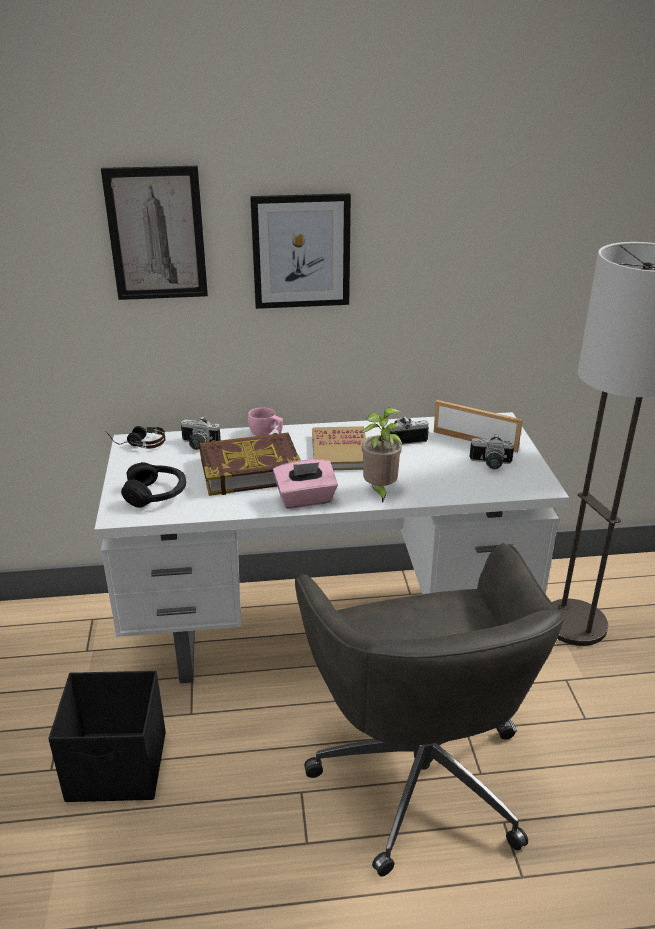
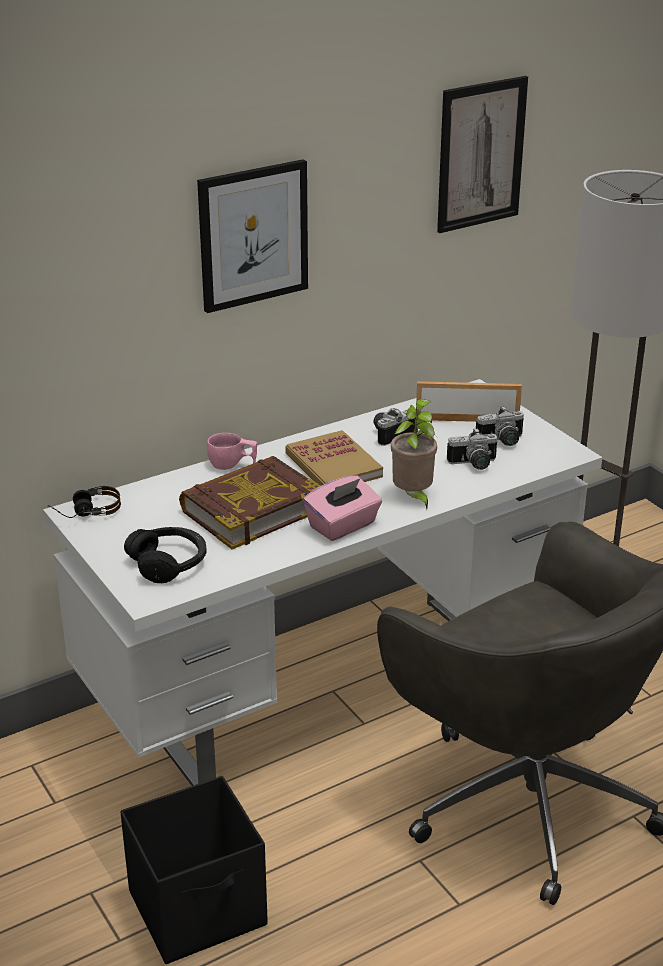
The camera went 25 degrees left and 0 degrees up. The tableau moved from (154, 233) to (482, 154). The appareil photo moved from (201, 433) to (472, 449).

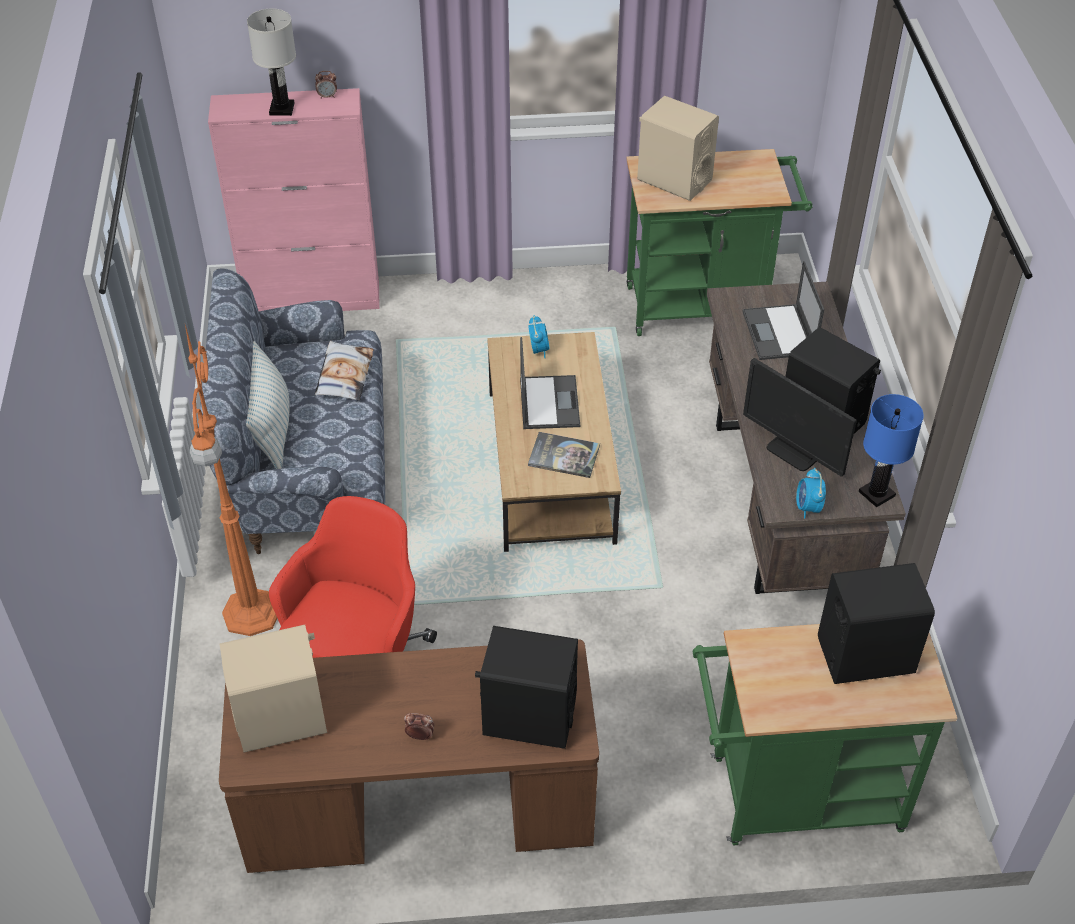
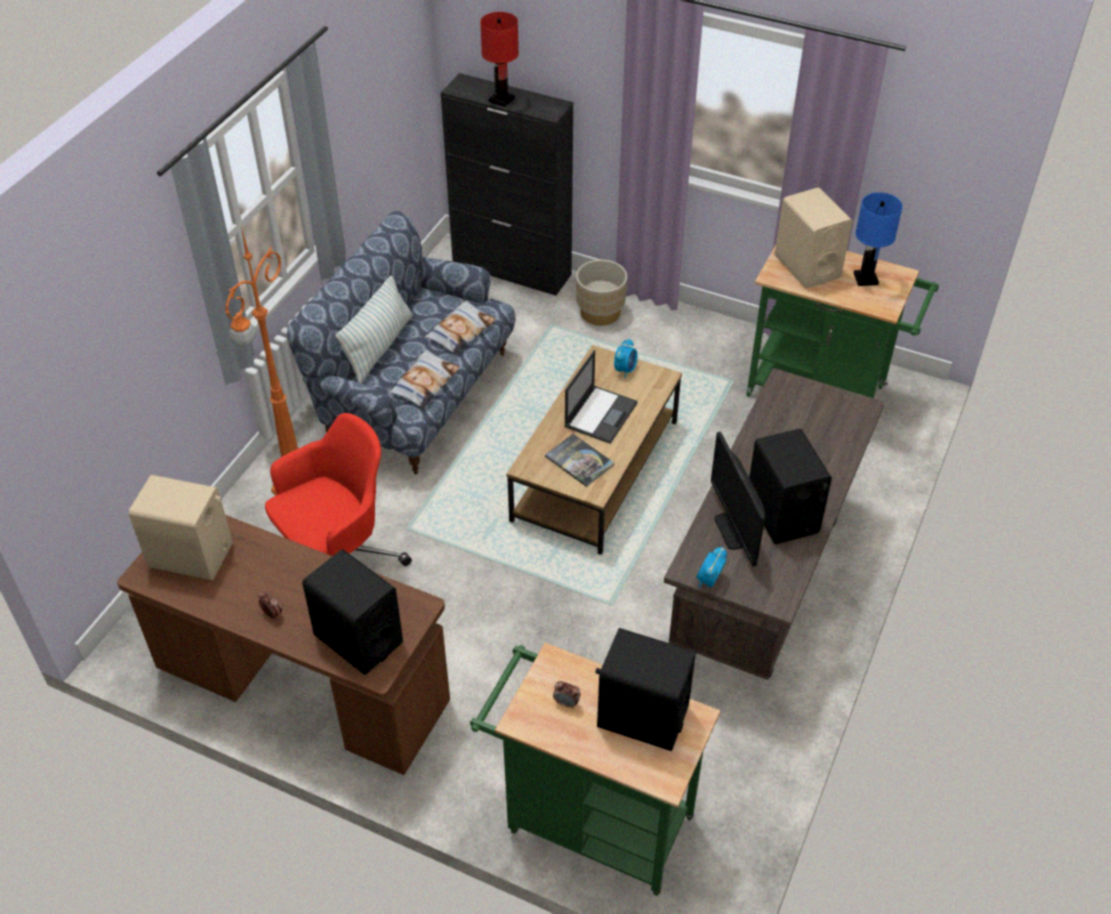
The camera went 30 degrees right and 0 degrees up. The coussin at (424, 379) appeared. The meuble de rangement/rose at (294, 199) became the meuble de rangement/noir at (507, 184). The lampe de table/blanc at (271, 62) became the lampe de table/rouge at (499, 59). The réveil moved from (326, 84) to (566, 695). The cache-pot/beige at (601, 293) appeared. The lampe de table/bleu moved from (891, 450) to (878, 239). The ordinateur portable at (783, 310) disappeared.

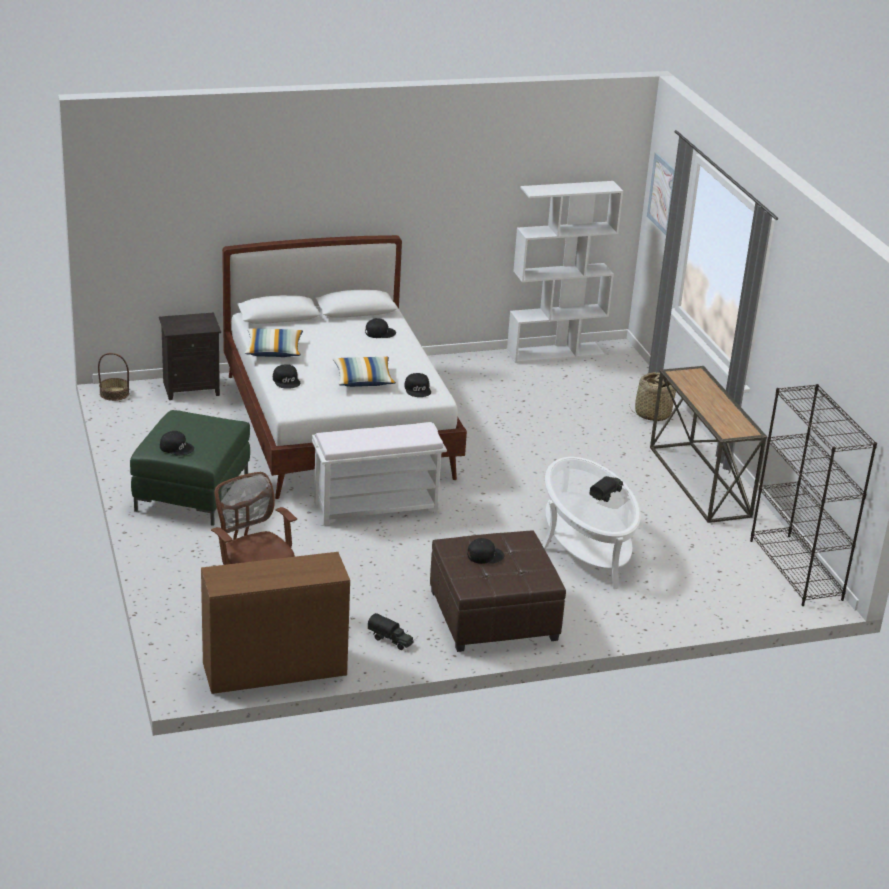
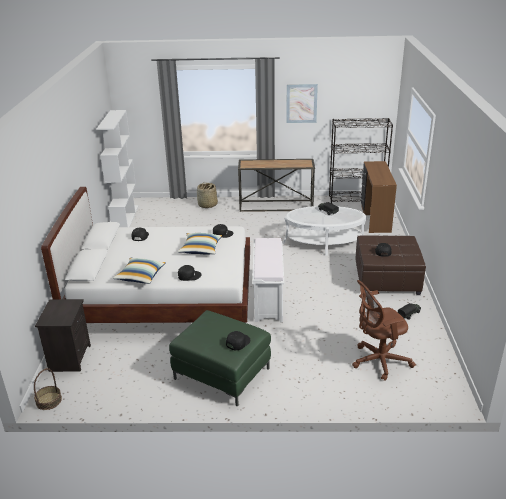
The camera went 70 degrees left and 0 degrees up. The tableau moved from (661, 193) to (302, 103). The bureau/marron moved from (275, 623) to (379, 197).

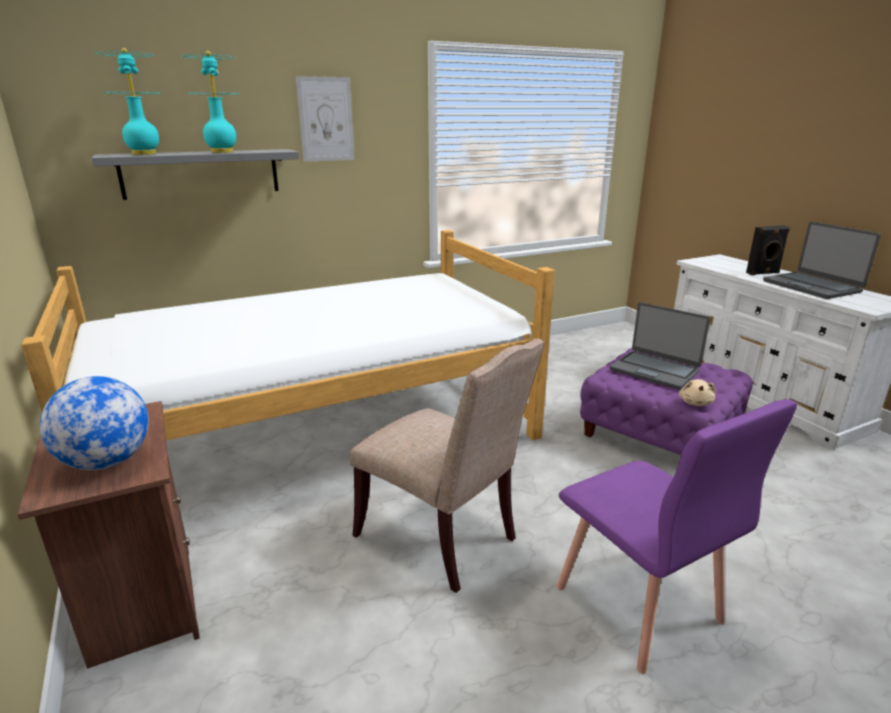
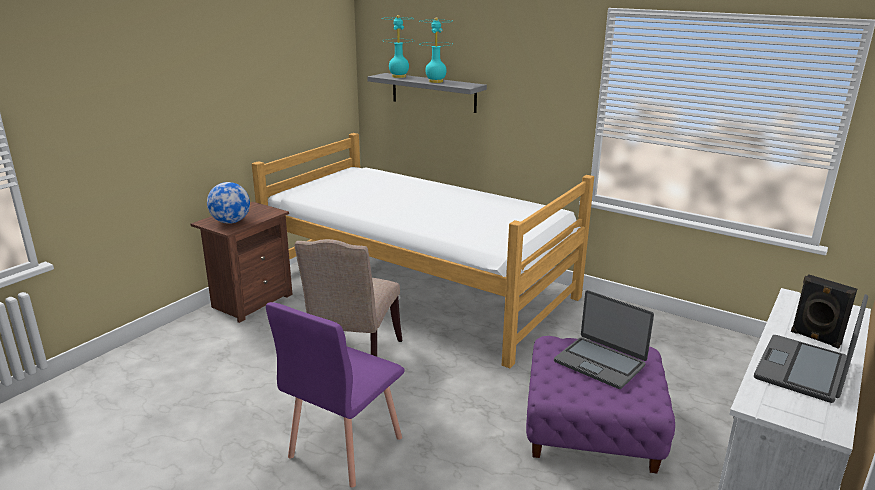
The camera went 60 degrees right and 0 degrees up. The ordinateur portable at (660, 346) turned 60 degrees counterclockwise. The tableau at (325, 119) disappeared. The peluche/beige at (697, 392) disappeared.

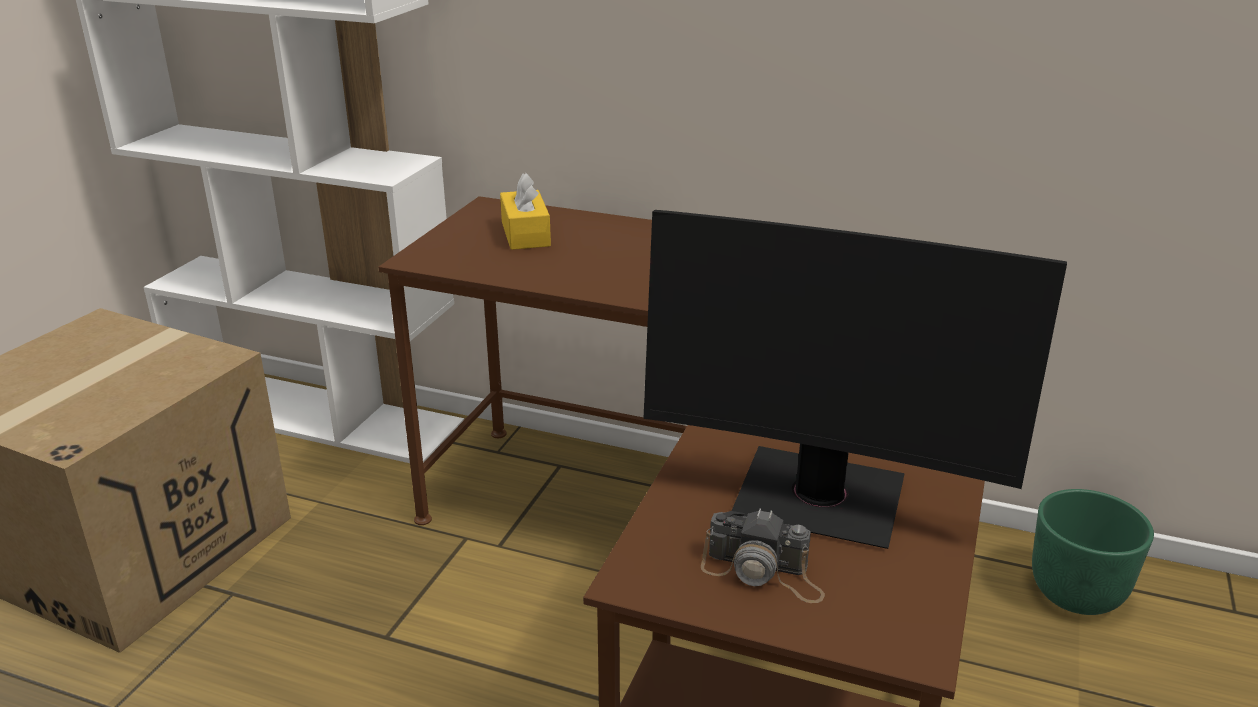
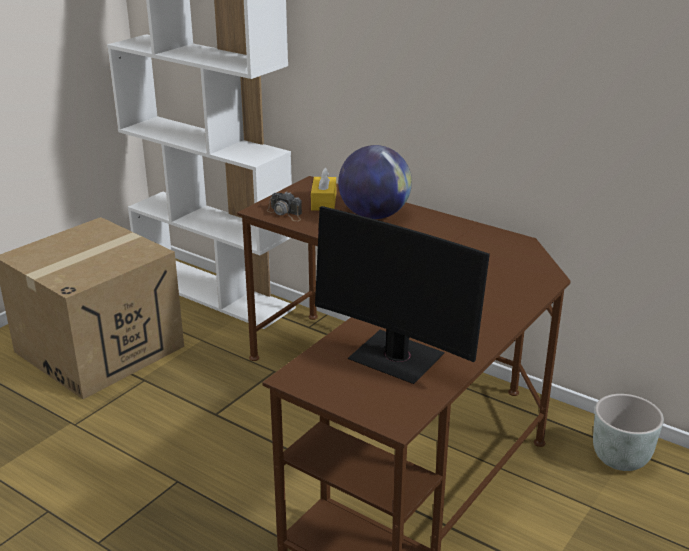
The camera went 15 degrees right and 0 degrees up. The appareil photo moved from (763, 555) to (284, 206). The globe at (375, 182) appeared. The cache-pot/vert at (1093, 552) became the cache-pot/gris at (628, 432).

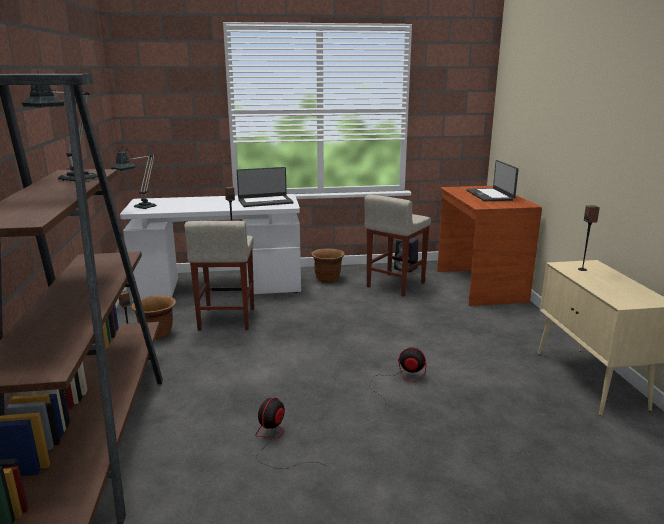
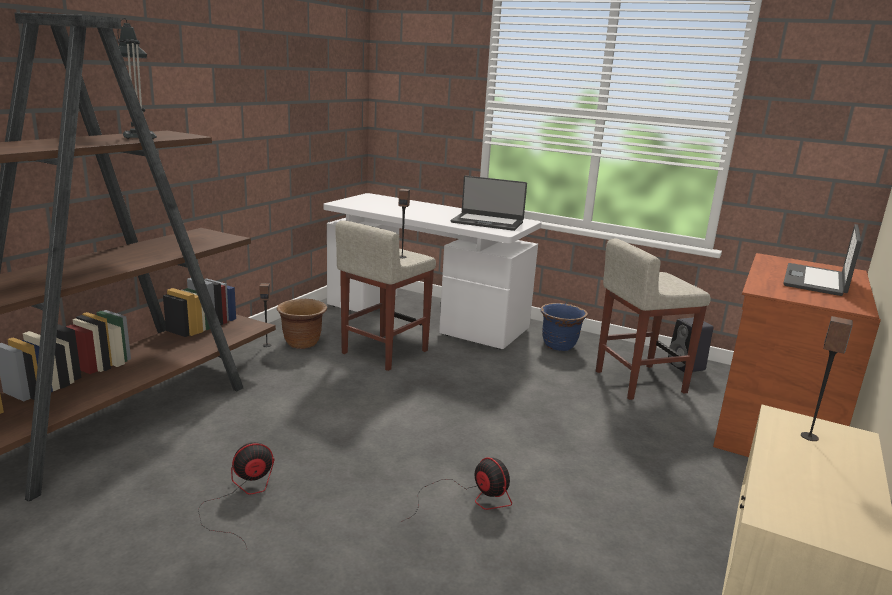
The camera went 35 degrees right and 0 degrees up. The cache-pot/marron at (327, 265) became the cache-pot/bleu at (564, 327). The lampe de table at (134, 178) disappeared.

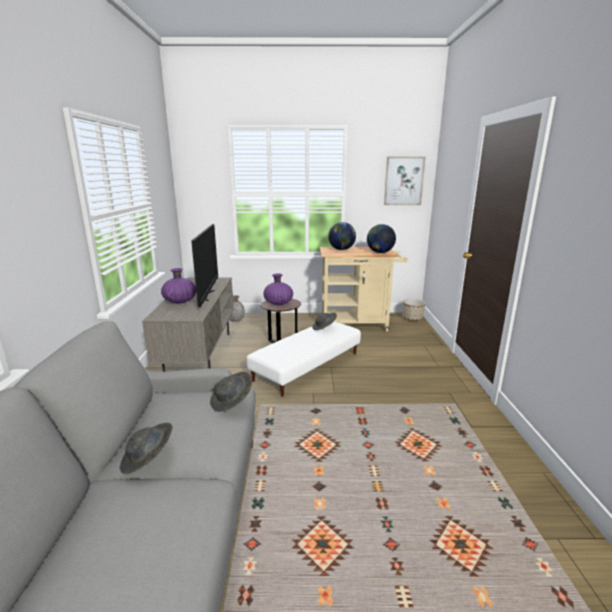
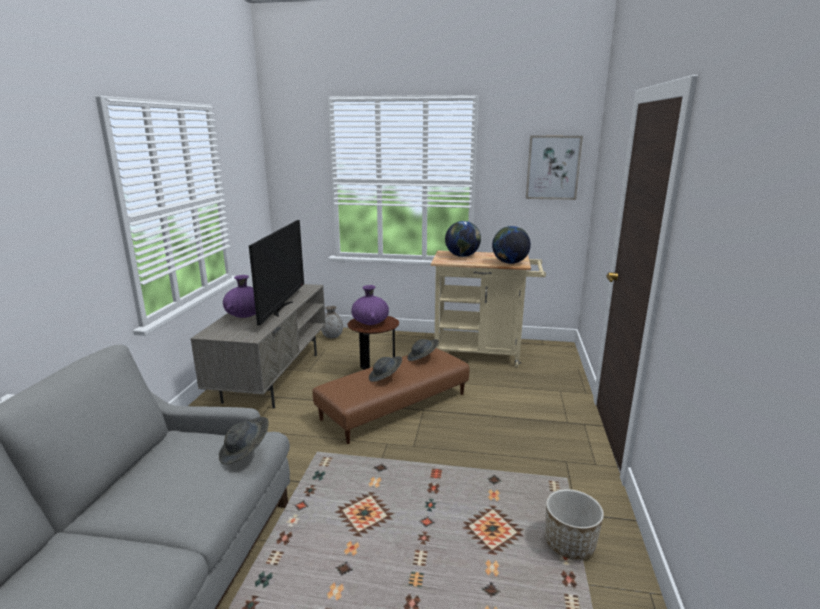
The camera went 10 degrees right and 0 degrees up. The pouf/blanc at (304, 359) became the pouf/marron at (390, 396). The chapeau/gris moved from (146, 448) to (385, 369). The cache-pot moved from (414, 310) to (574, 524).

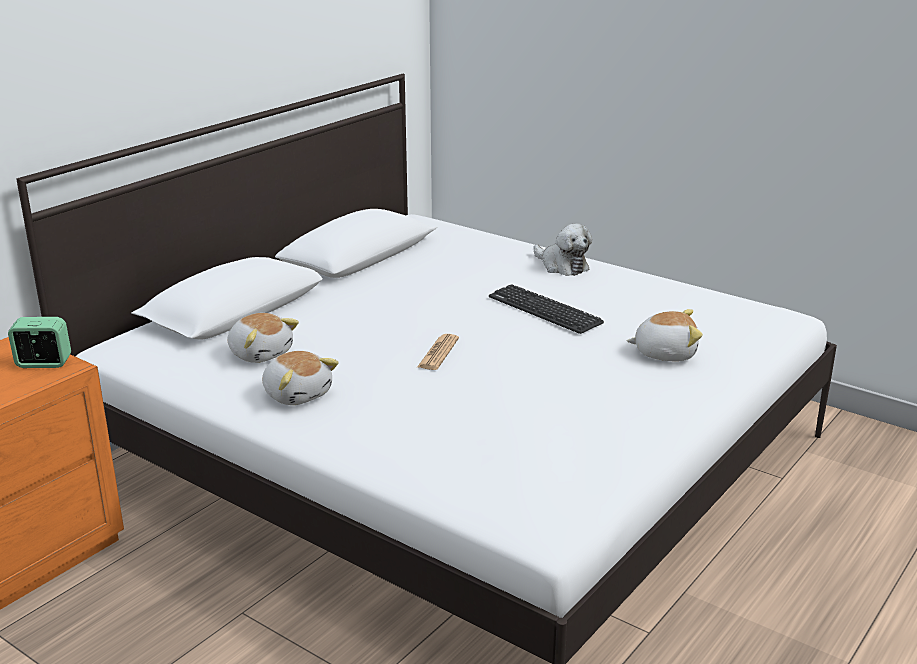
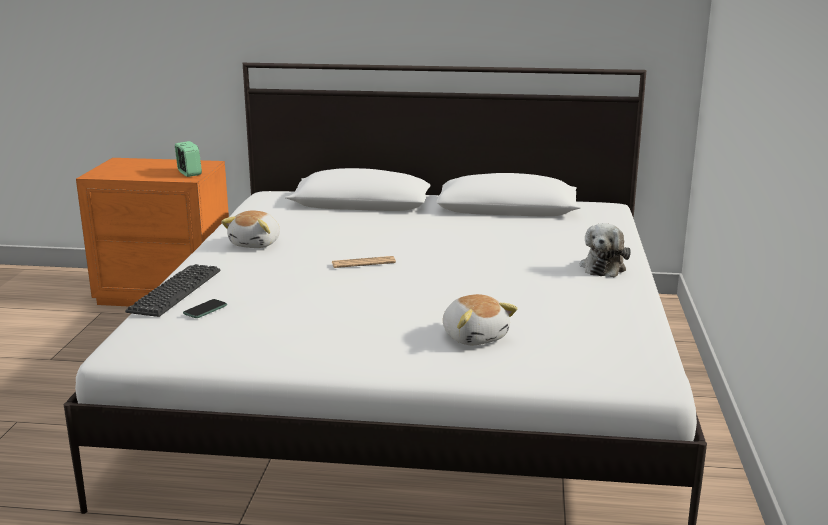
The camera went 60 degrees right and 5 degrees down. The clavier moved from (546, 309) to (173, 290). The téléphone at (205, 308) appeared. The peluche at (263, 338) disappeared.

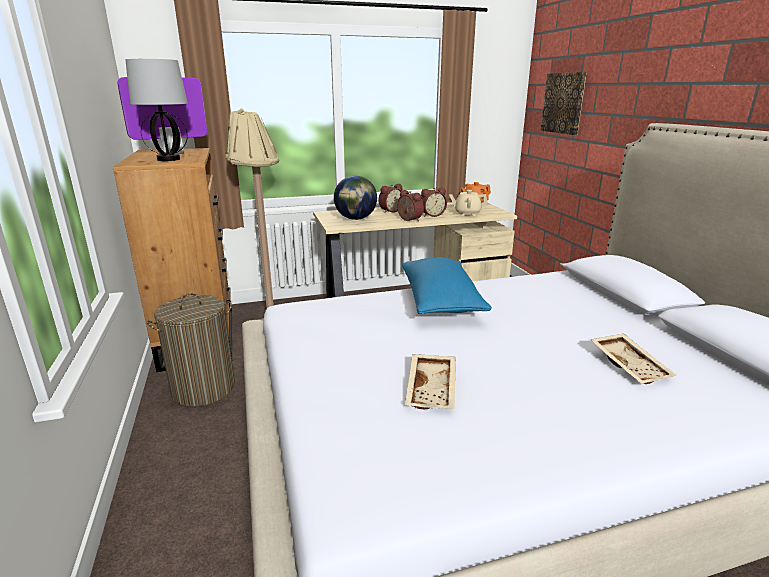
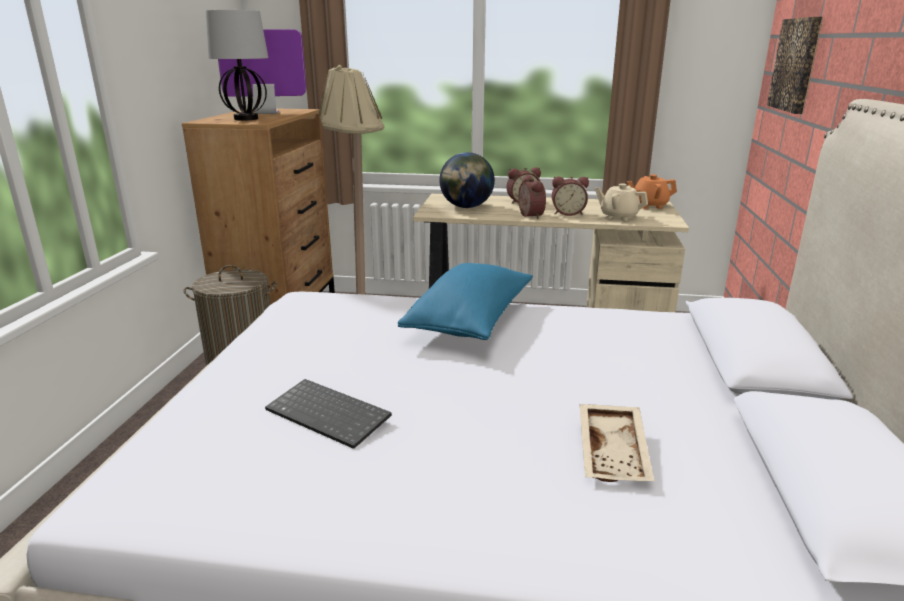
The camera went 25 degrees right and 0 degrees up. The plateau/beige at (430, 382) was replaced by the clavier at (328, 414).

